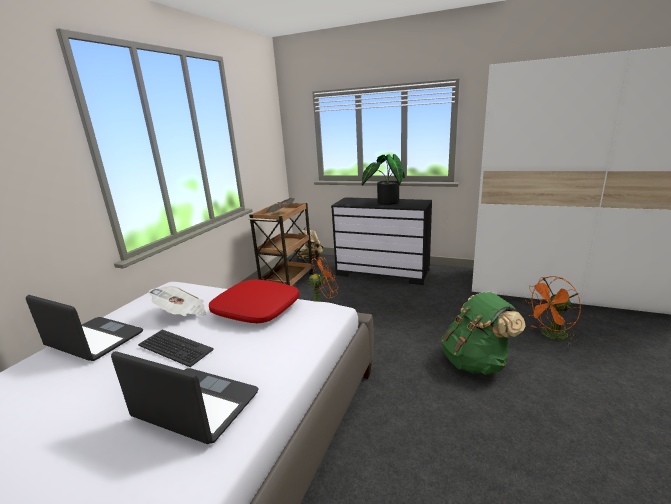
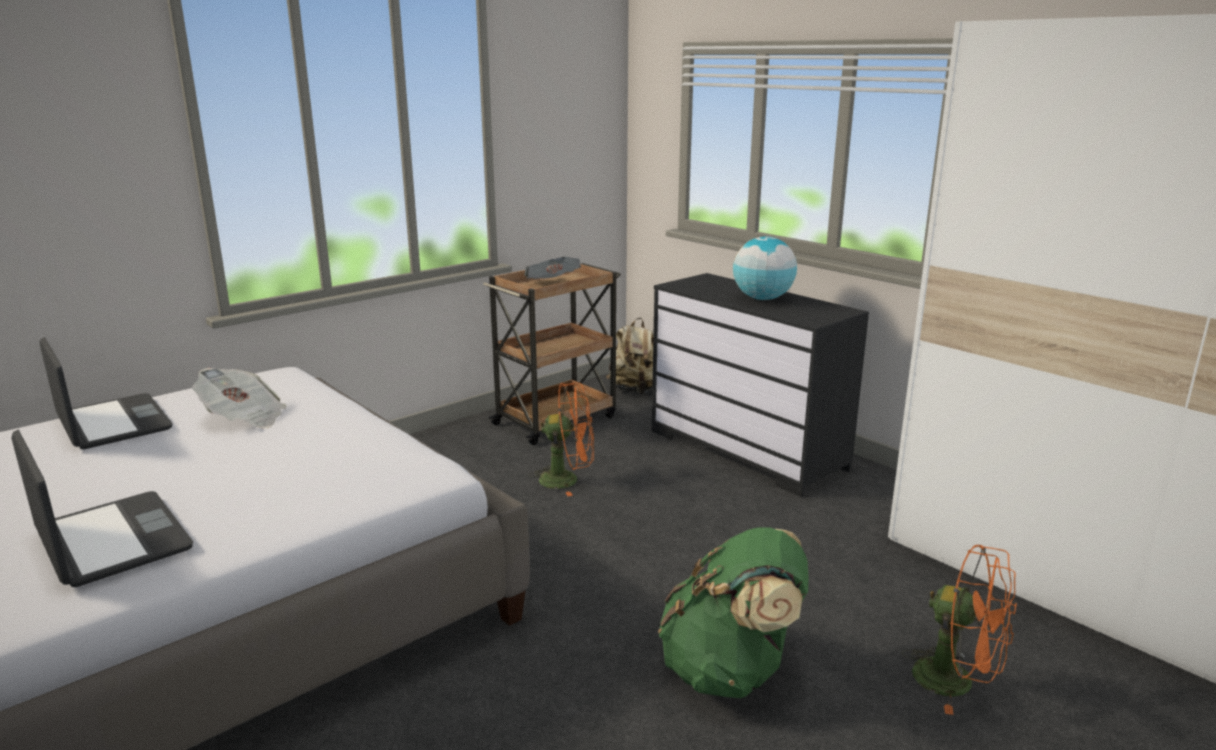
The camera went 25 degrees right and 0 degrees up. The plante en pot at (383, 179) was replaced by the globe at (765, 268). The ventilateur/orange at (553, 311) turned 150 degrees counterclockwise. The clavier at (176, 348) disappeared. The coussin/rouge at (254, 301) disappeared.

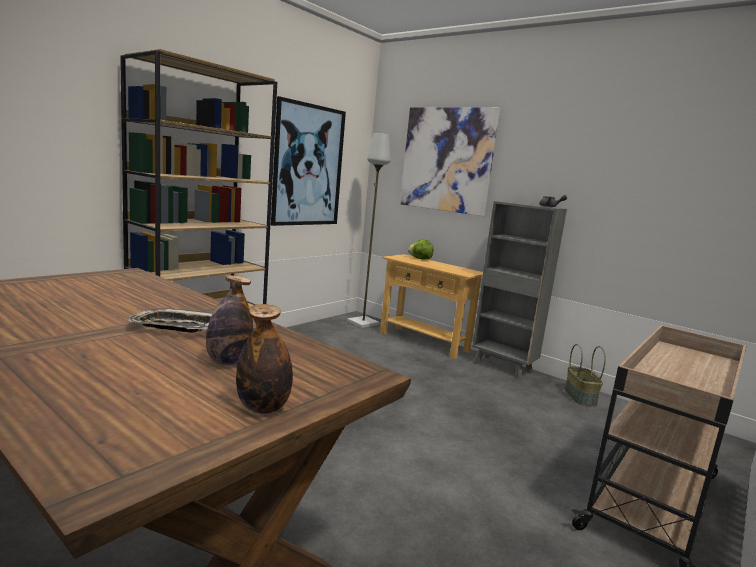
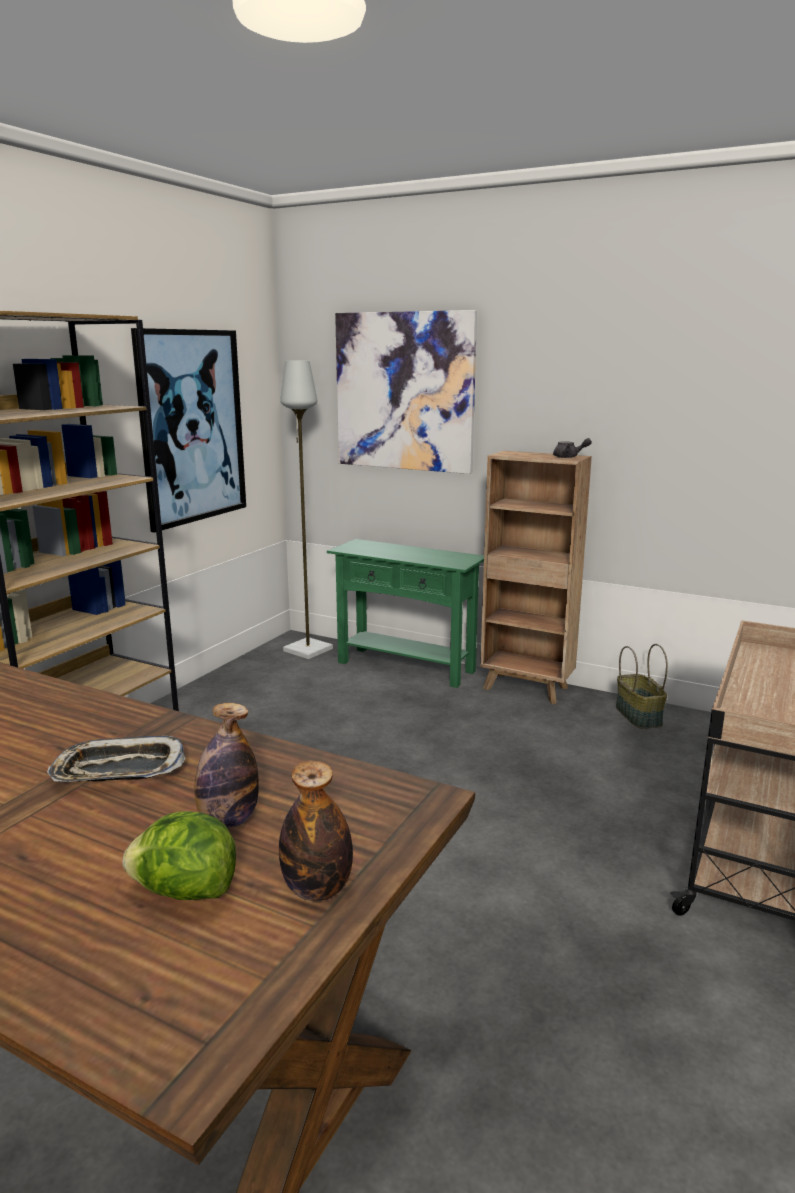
The camera went 10 degrees left and 5 degrees up. The laitue moved from (420, 249) to (179, 856). The table console/beige at (431, 306) became the table console/vert at (405, 613). The bibliothèque/gris at (519, 290) became the bibliothèque/marron at (536, 577).

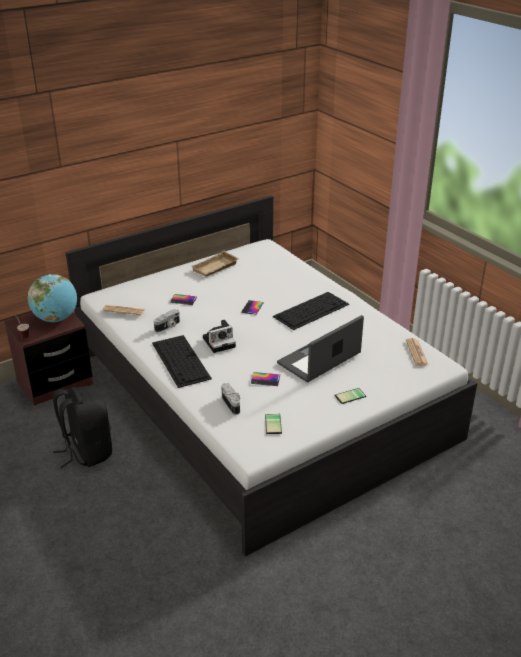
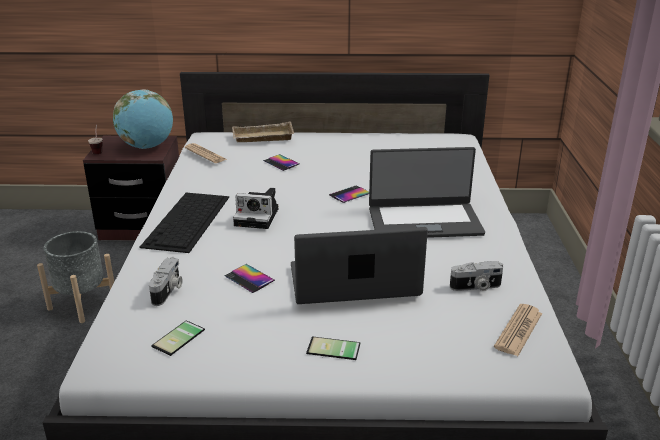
The camera went 35 degrees right and 5 degrees down. The sac à dos/noir at (82, 427) was replaced by the cache-pot/gris at (75, 277). The plateau/beige moved from (215, 264) to (263, 132). The clavier at (311, 311) was replaced by the ordinateur portable at (427, 192). The appareil photo moved from (167, 320) to (476, 276).

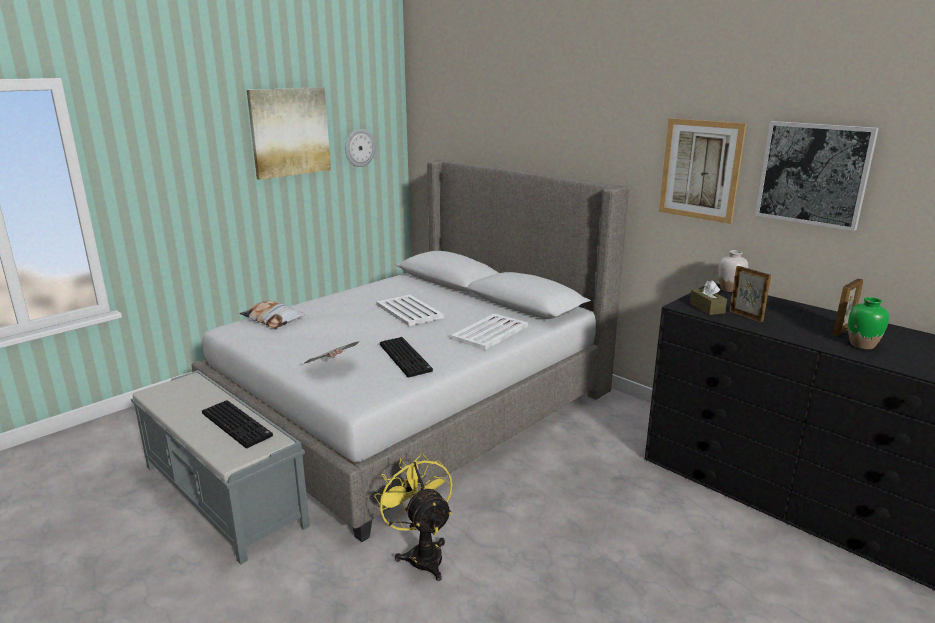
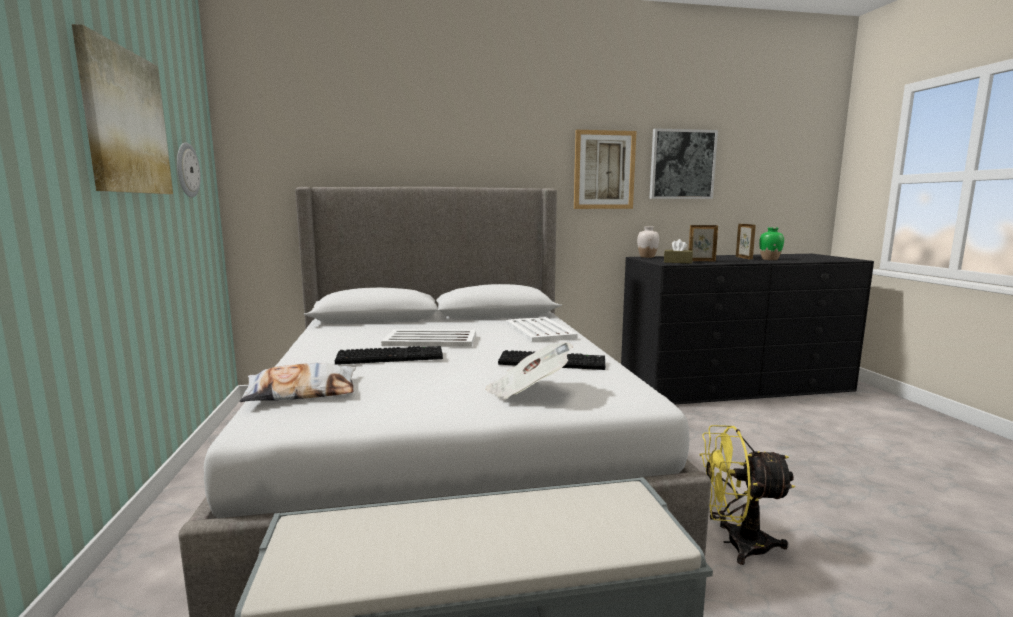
The camera went 55 degrees left and 10 degrees down. The clavier moved from (237, 424) to (389, 355).

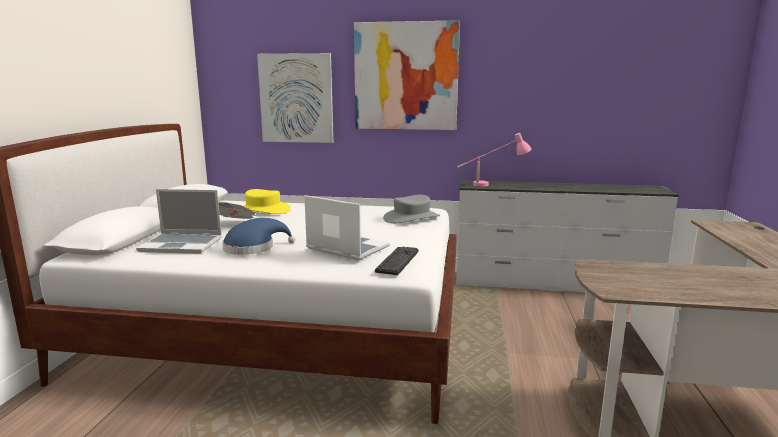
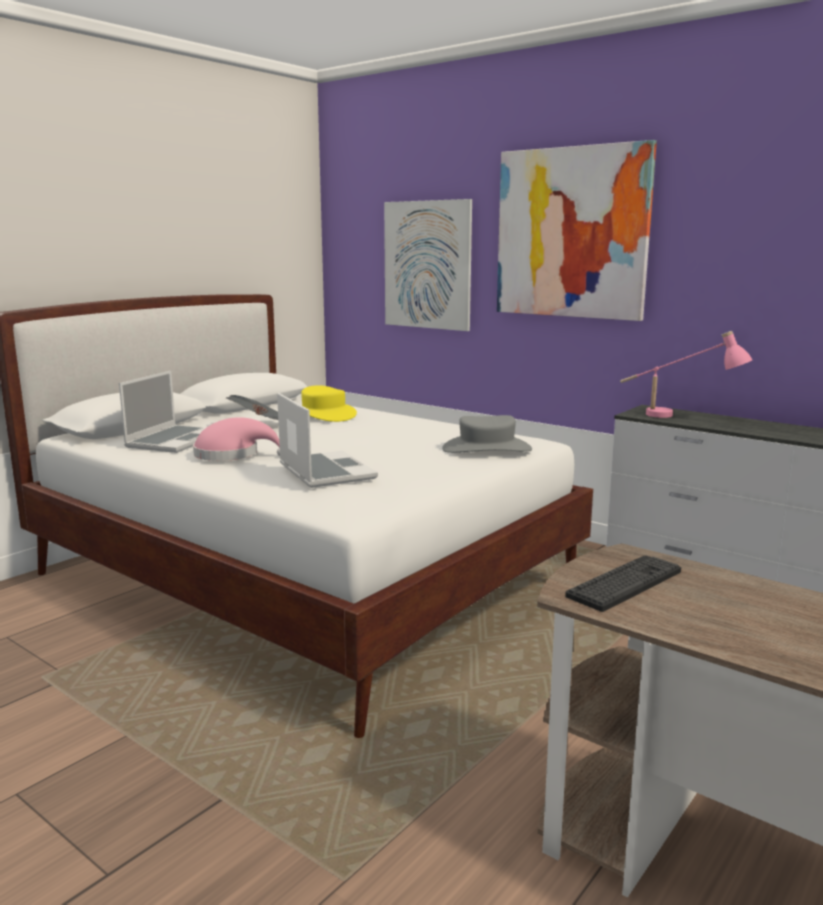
The camera went 30 degrees right and 0 degrees up. The ordinateur portable at (179, 221) turned 105 degrees counterclockwise. The chapeau/bleu at (258, 236) became the chapeau/rose at (236, 439). The clavier moved from (396, 261) to (623, 584).

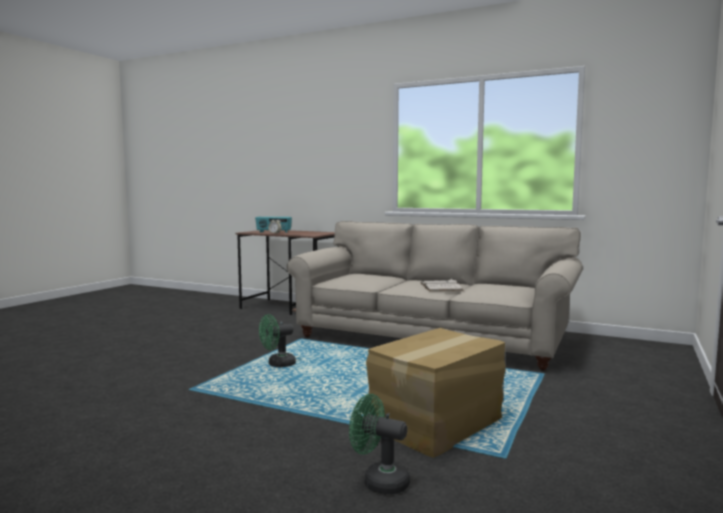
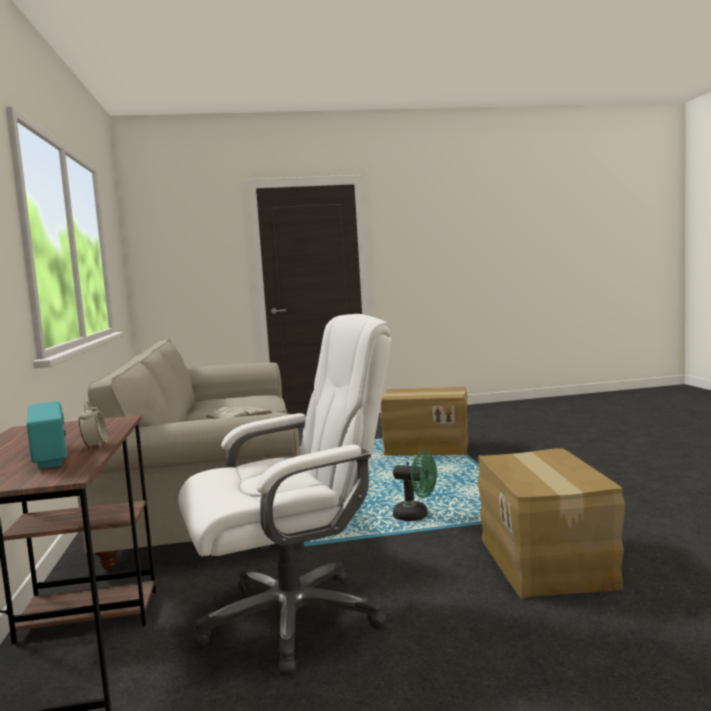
The camera went 125 degrees left and 0 degrees up. The chaise de bureau/blanc at (285, 495) appeared. The carton at (551, 523) appeared. The ventilateur/vert at (379, 444) disappeared.

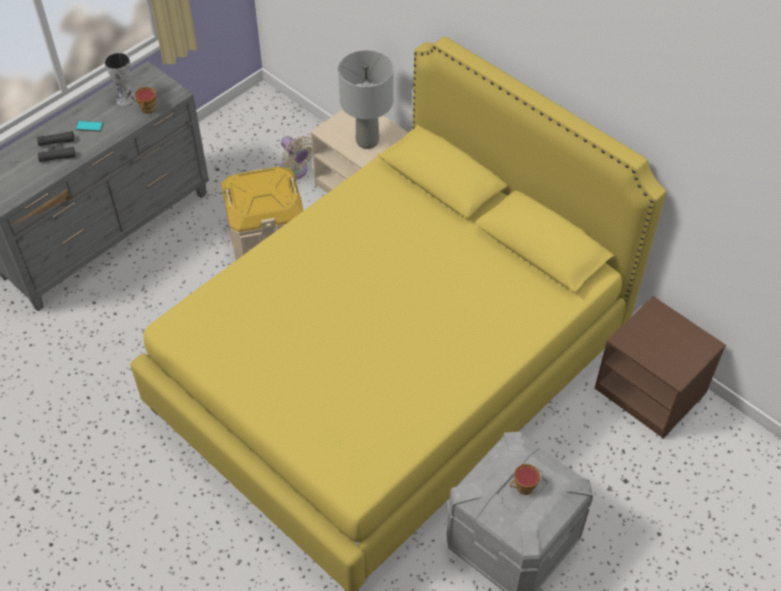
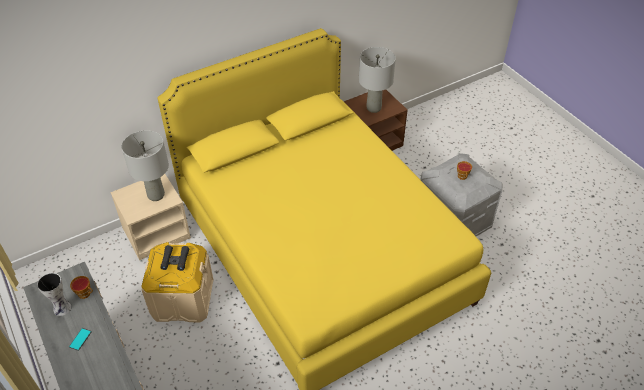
The camera went 75 degrees left and 5 degrees down. The jumelles/noir moved from (56, 146) to (174, 258). The lampe de table/gris at (377, 80) appeared. The ventilateur/beige at (296, 157) disappeared.

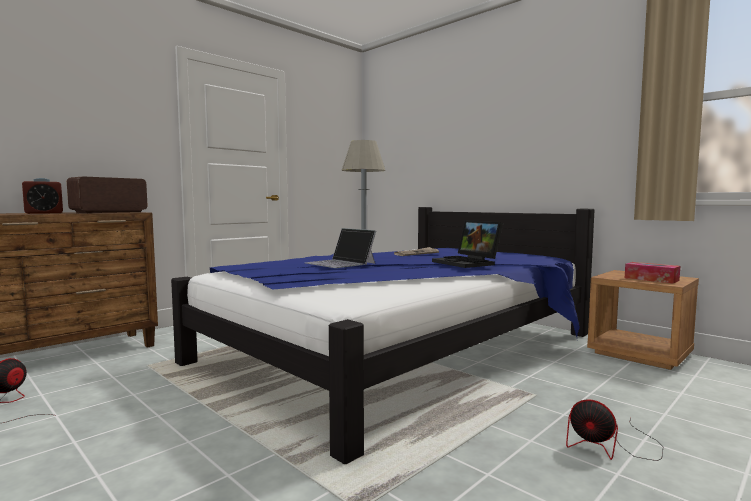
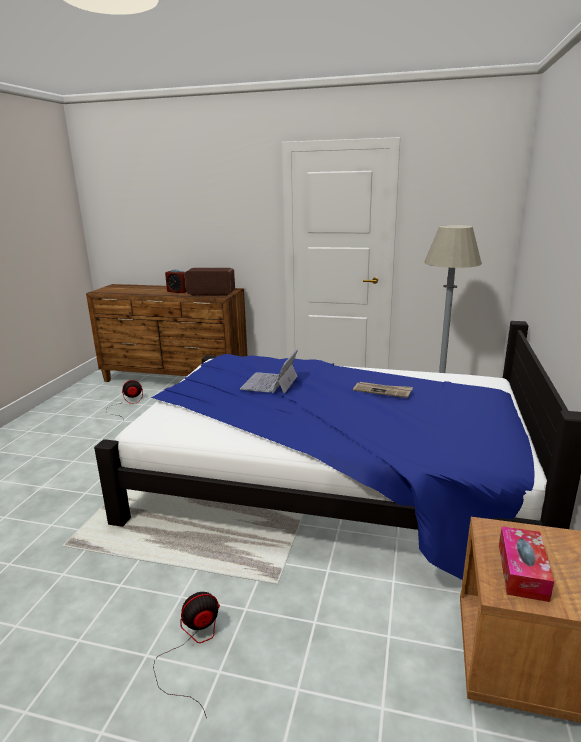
The camera went 60 degrees right and 15 degrees up. The ventilateur at (614, 430) turned 60 degrees clockwise. The ordinateur portable at (467, 244) disappeared.

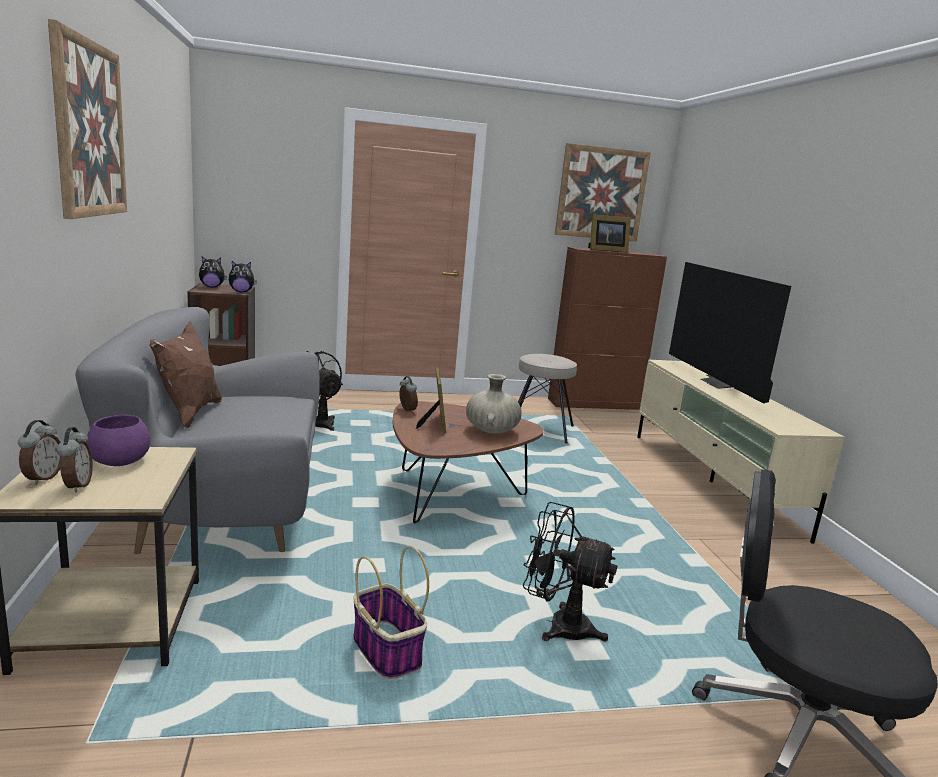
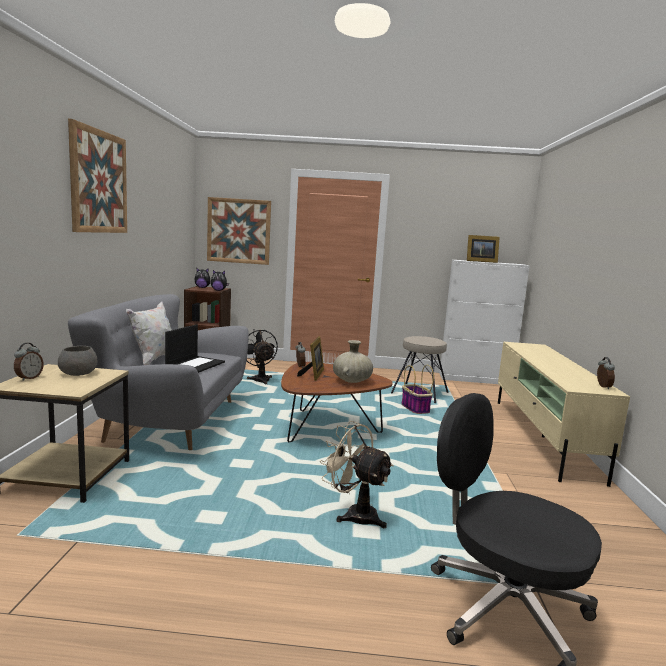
The camera went 15 degrees right and 5 degrees down. The bol/violet at (118, 440) became the bol/gris at (77, 361). The coussin/marron at (186, 374) became the coussin/blanc at (149, 333). The ordinateur portable at (195, 349) appeared. The tableau moved from (603, 192) to (239, 231). The ventilateur/noir at (570, 572) became the ventilateur/beige at (357, 474). The panier moved from (391, 612) to (417, 389). The meuble de rangement/marron at (607, 328) became the meuble de rangement/blanc at (485, 322). The réveil moved from (75, 459) to (606, 373). The téléviseur at (730, 332) disappeared.

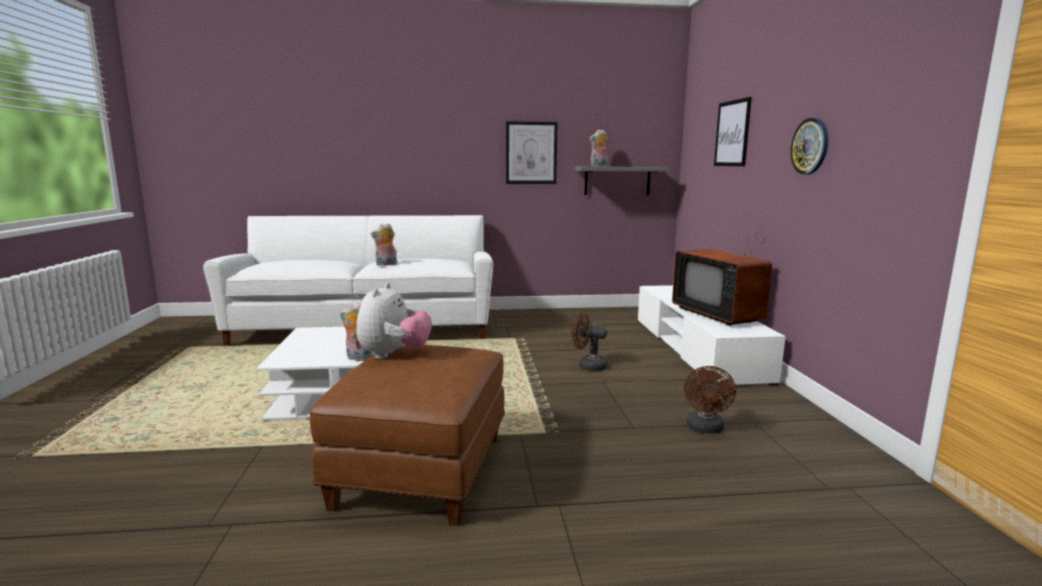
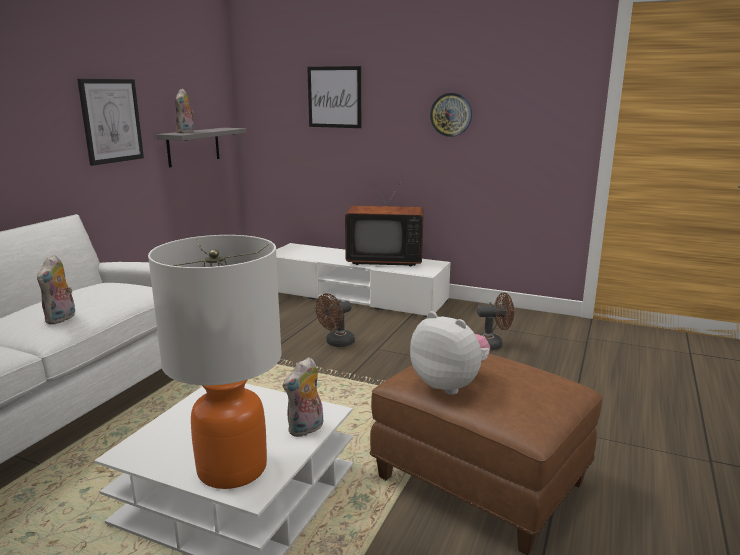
The camera went 60 degrees left and 5 degrees up. The lampe de table at (215, 362) appeared. The ventilateur/marron at (710, 399) turned 45 degrees counterclockwise.

